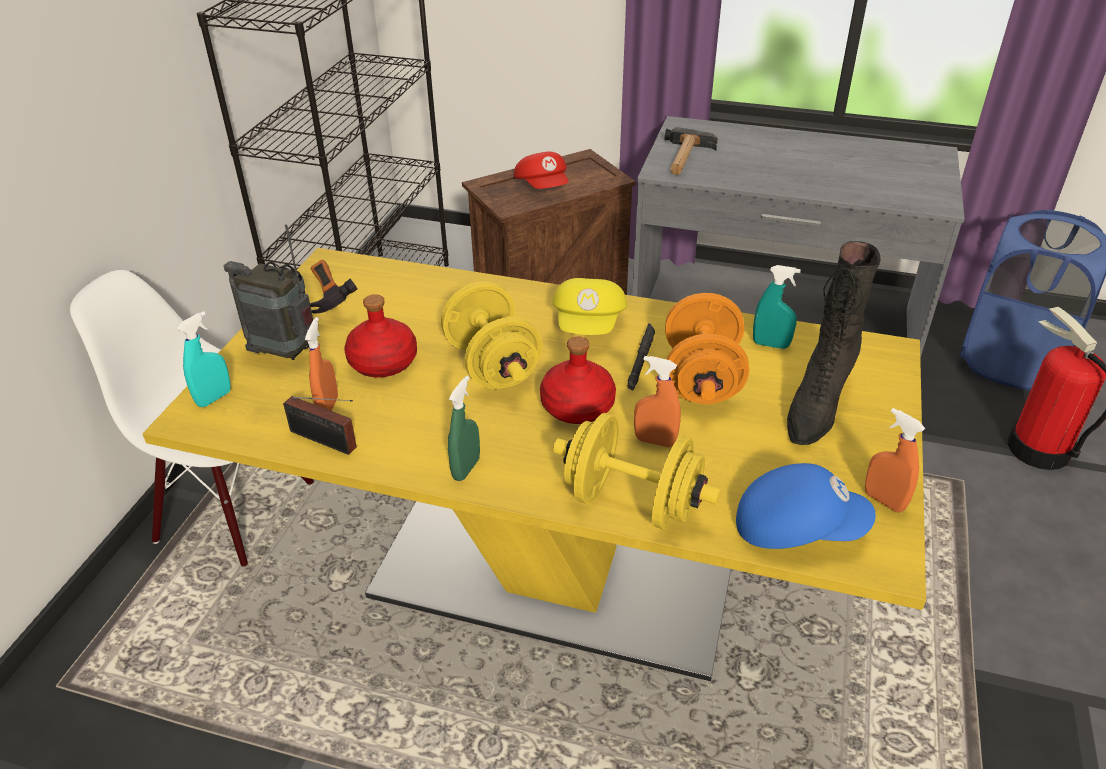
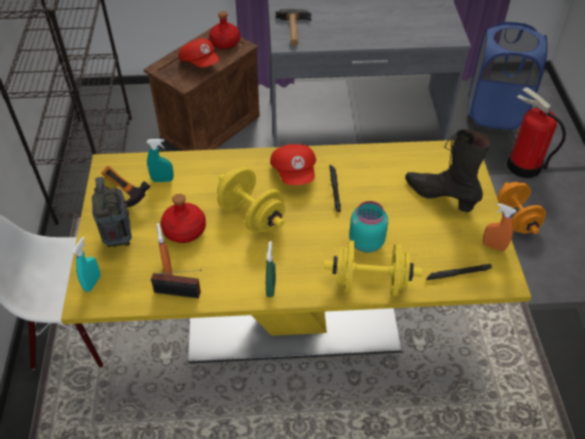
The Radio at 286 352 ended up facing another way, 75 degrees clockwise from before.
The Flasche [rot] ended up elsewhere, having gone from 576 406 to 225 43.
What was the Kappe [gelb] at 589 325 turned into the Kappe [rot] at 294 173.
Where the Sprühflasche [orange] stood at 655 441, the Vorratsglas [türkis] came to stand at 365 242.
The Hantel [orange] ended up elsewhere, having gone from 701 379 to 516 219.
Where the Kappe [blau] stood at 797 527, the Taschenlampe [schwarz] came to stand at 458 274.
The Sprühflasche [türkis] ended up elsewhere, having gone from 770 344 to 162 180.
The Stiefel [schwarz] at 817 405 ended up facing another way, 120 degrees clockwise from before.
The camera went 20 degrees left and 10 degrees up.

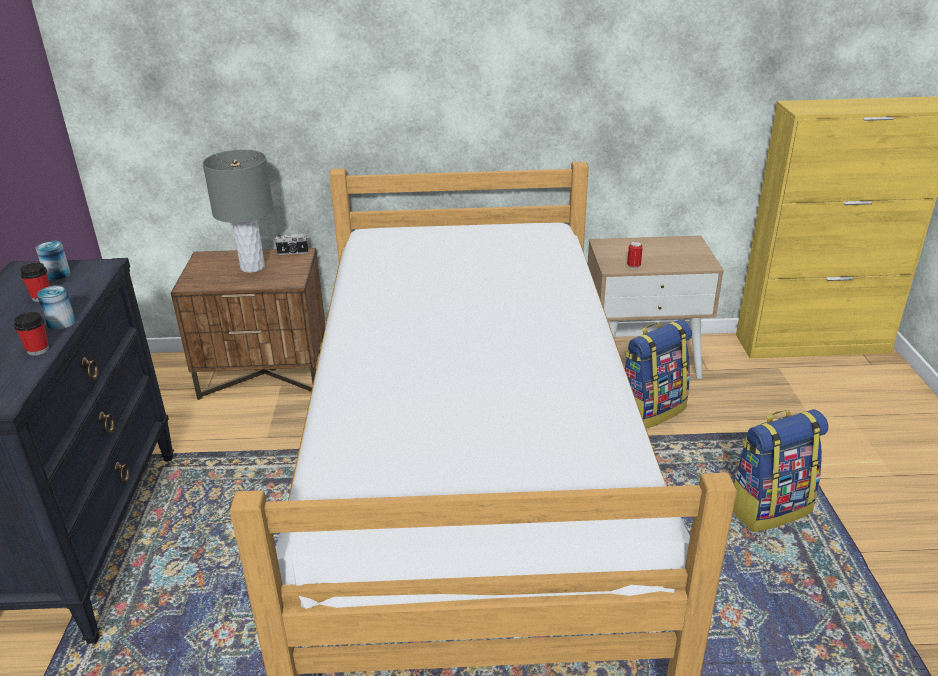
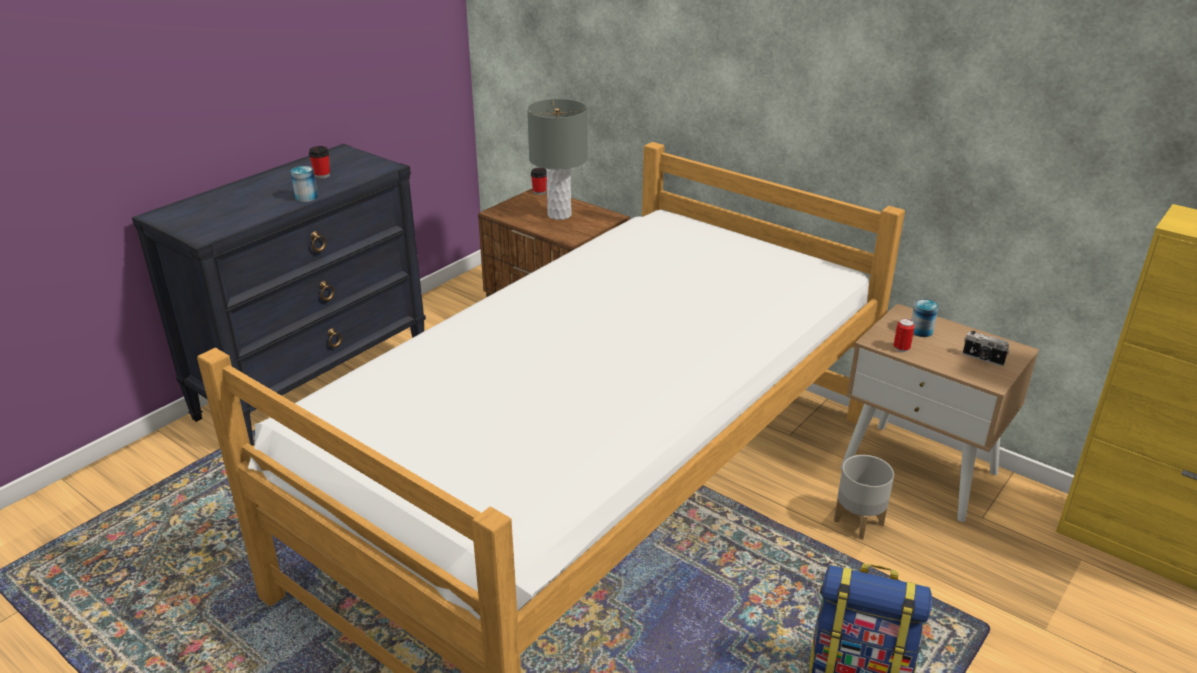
The Tasse ended up elsewhere, having gone from 38 350 to 539 192.
The Dose ended up elsewhere, having gone from 57 274 to 921 331.
The Kamera ended up elsewhere, having gone from 293 253 to 982 359.
Where the Rucksack stood at 650 410, the Pflanzkübel [grau] came to stand at 859 522.
The camera went 40 degrees right and 0 degrees up.

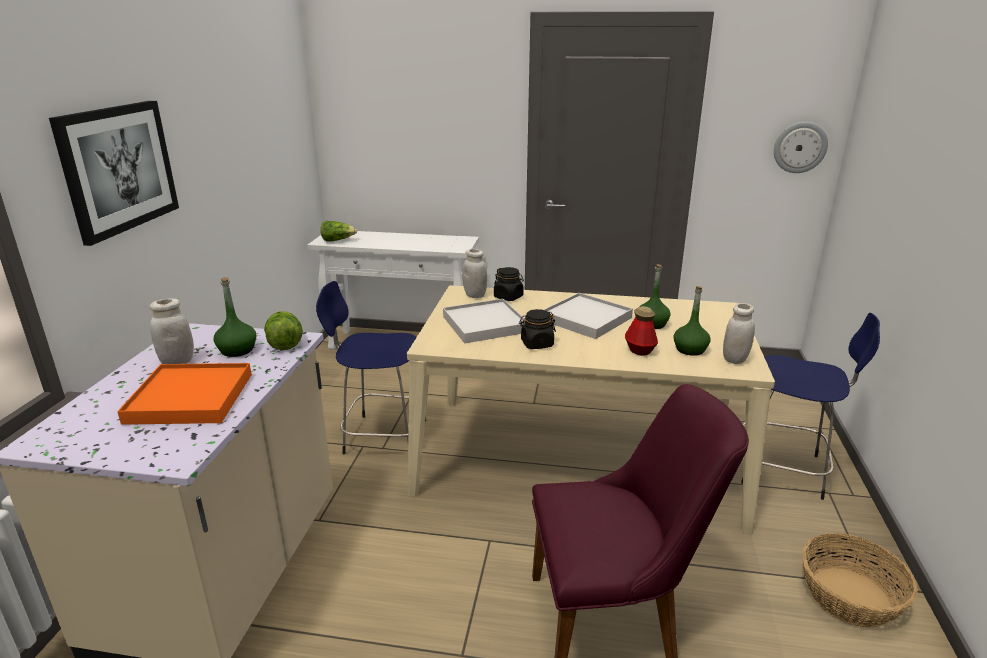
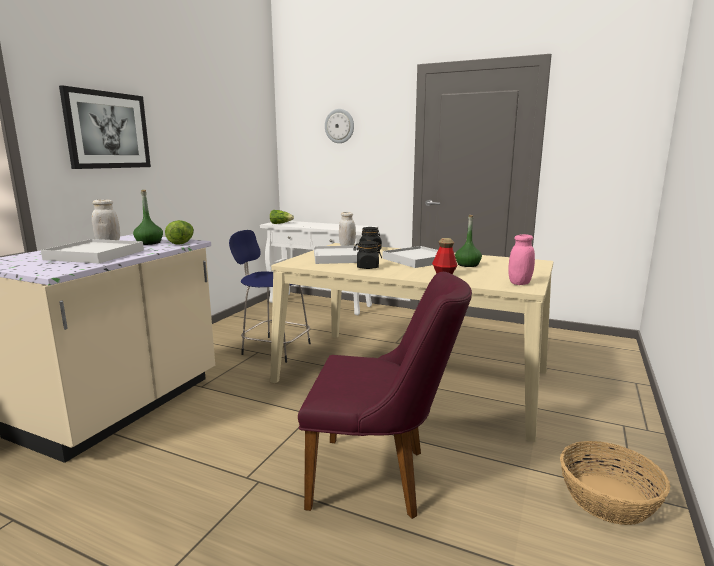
What was the Tablett [orange] at 190 398 turned into the Tablett [weiß] at 95 255.
The second view lost the Flasche [grün] at 690 349.
What was the Vorratsglas [weiß] at 735 359 turned into the Vorratsglas [rosa] at 519 283.
The second view lost the Hocker [blau] at 784 470.
The Wanduhr ended up elsewhere, having gone from 800 147 to 339 126.
The camera went 15 degrees right and 10 degrees down.

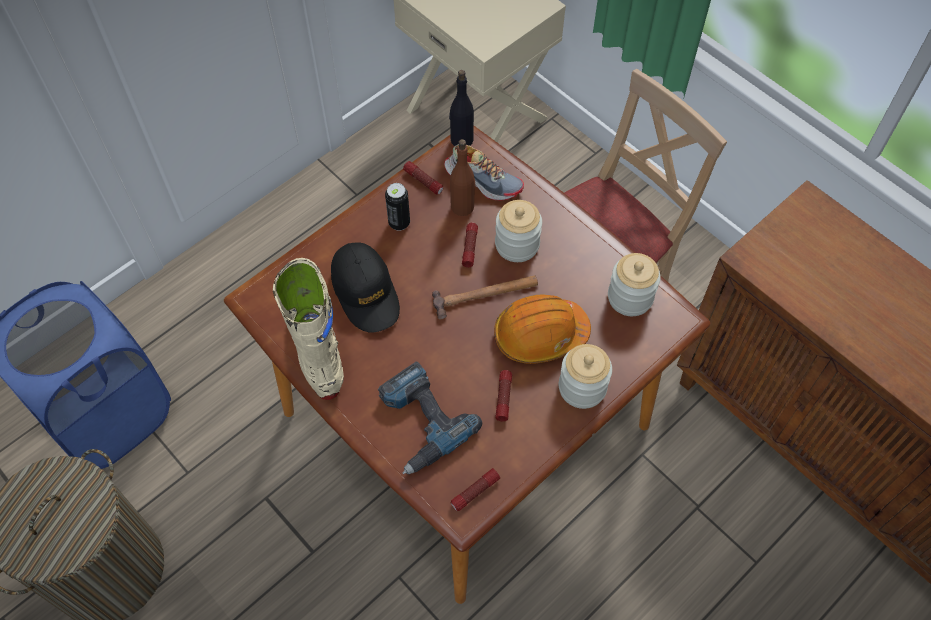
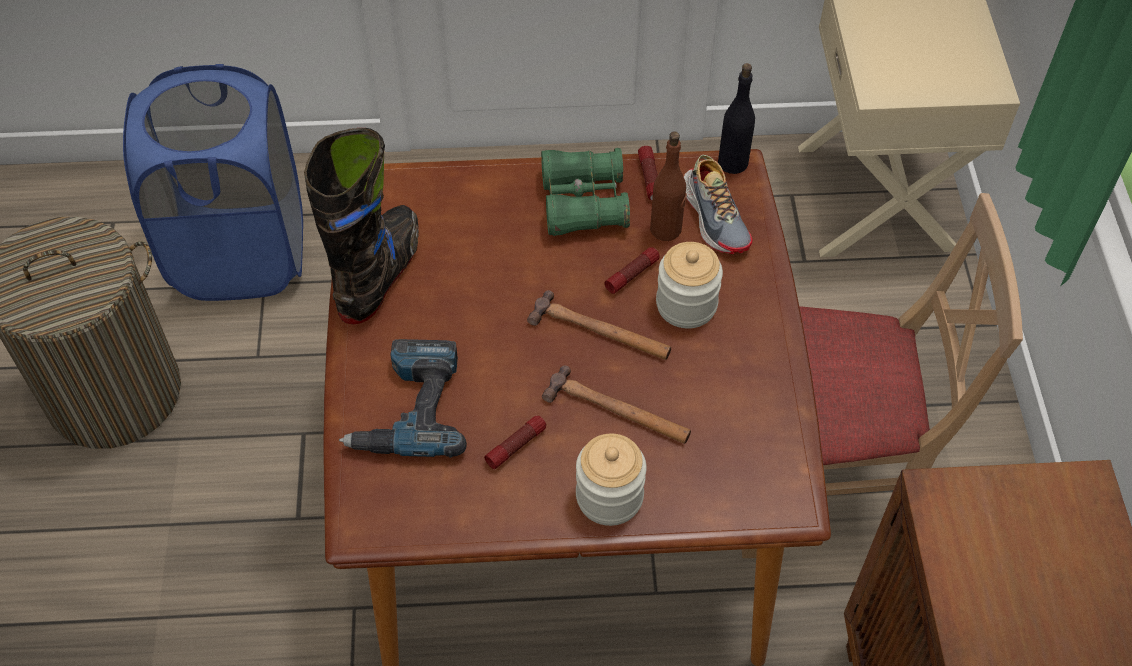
What was the Stiefel [beige] at 318 354 turned into the Stiefel [schwarz] at 379 274.
The second view lost the Kappe [schwarz] at 366 292.
Where the Dose stood at 399 223, the Fernglas [grün] came to stand at 583 203.
The second view lost the Taschenlampe at 475 492.
Where the Schutzhelm [orange] stood at 540 335, the Hammer came to stand at 617 412.
The second view lost the Vorratsglas at 630 297.
The camera went 40 degrees right and 5 degrees down.

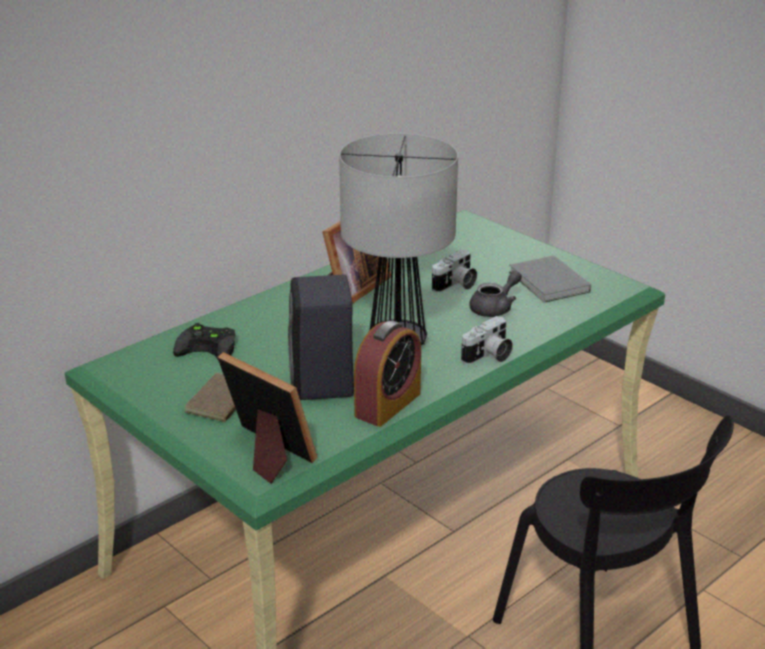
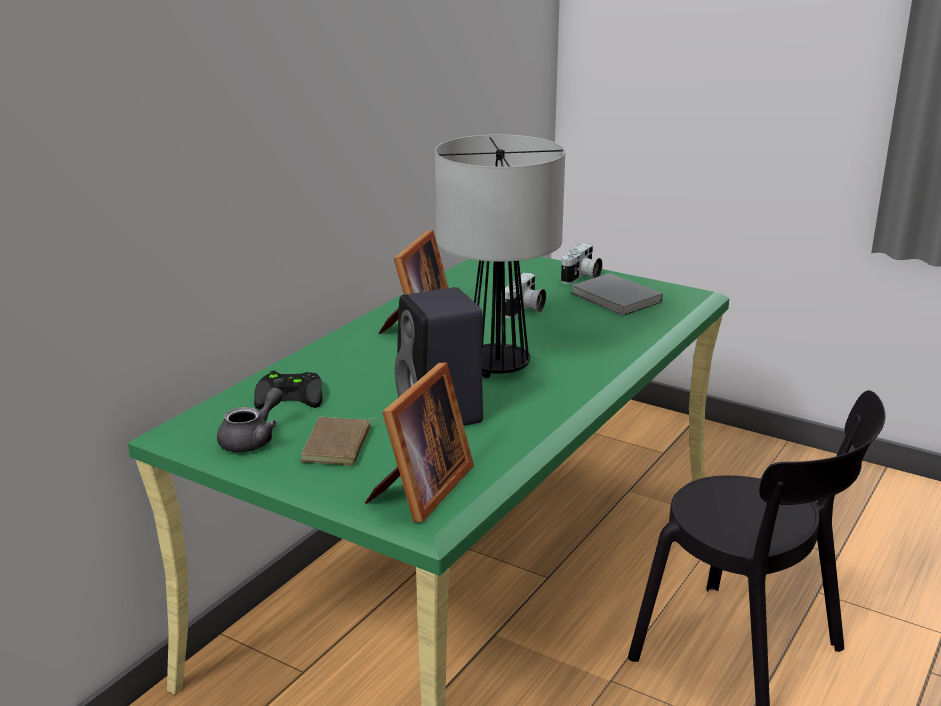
The Bilderrahmen at 267 454 ended up facing another way, 90 degrees clockwise from before.
The second view lost the Wecker at 388 404.
The Kamera ended up elsewhere, having gone from 488 356 to 582 277.
The Teekanne [grau] ended up elsewhere, having gone from 495 308 to 253 440.
The camera went 15 degrees left and 5 degrees down.

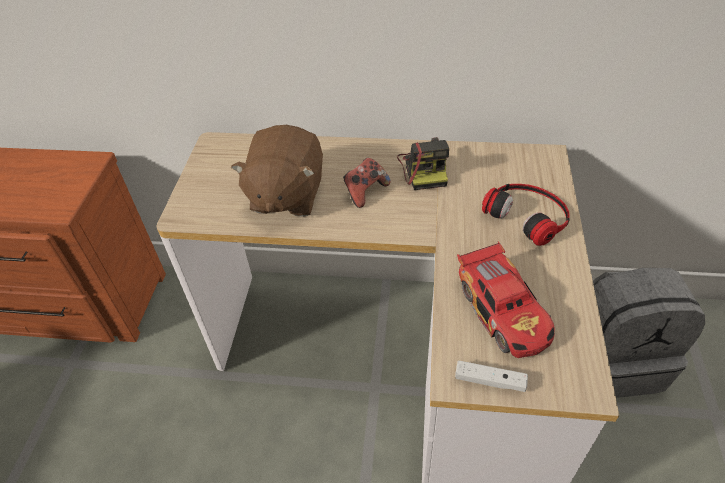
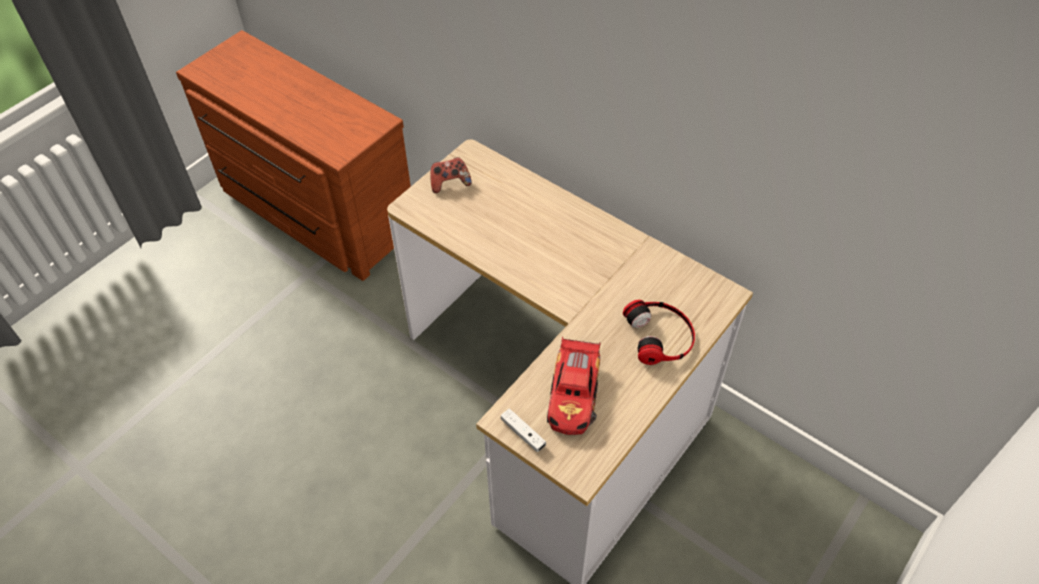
The second view lost the Plüschtier [braun] at 286 195.
The Gamepad ended up elsewhere, having gone from 365 192 to 450 183.
The second view lost the Kamera at 424 169.
The second view lost the Rucksack [grau] at 614 361.
The camera went 30 degrees right and 5 degrees up.

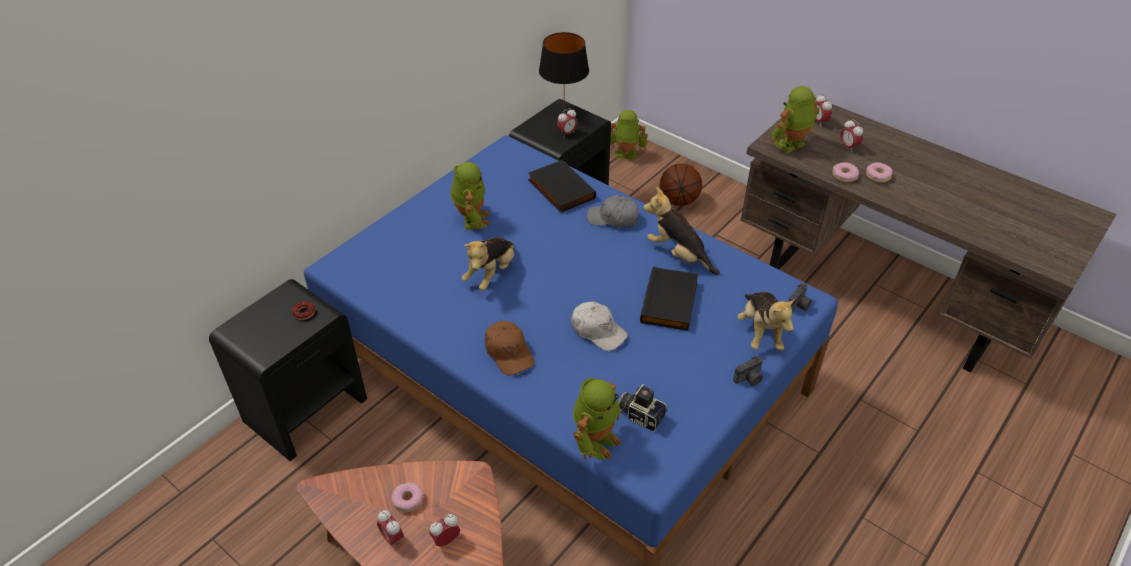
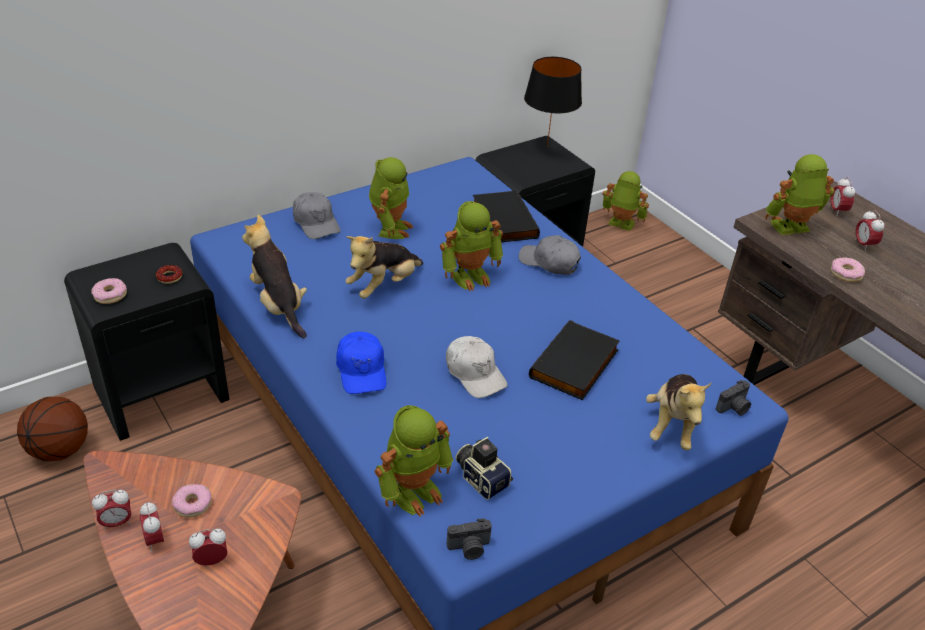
What was the Kappe [braun] at 509 352 turned into the Kappe [blau] at 362 370.
The Wecker ended up elsewhere, having gone from 567 133 to 117 523.
The Plüschtier ended up elsewhere, having gone from 678 255 to 278 305.
The Basketball ended up elsewhere, having gone from 678 200 to 60 449.
The Kamera ended up elsewhere, having gone from 749 379 to 469 548.
The Donut ended up elsewhere, having gone from 878 176 to 110 295.
The second view gained the Kappe [grau] at 316 223.
The second view gained the Spielzeugroboter at 470 276.
The camera went 15 degrees right and 5 degrees down.

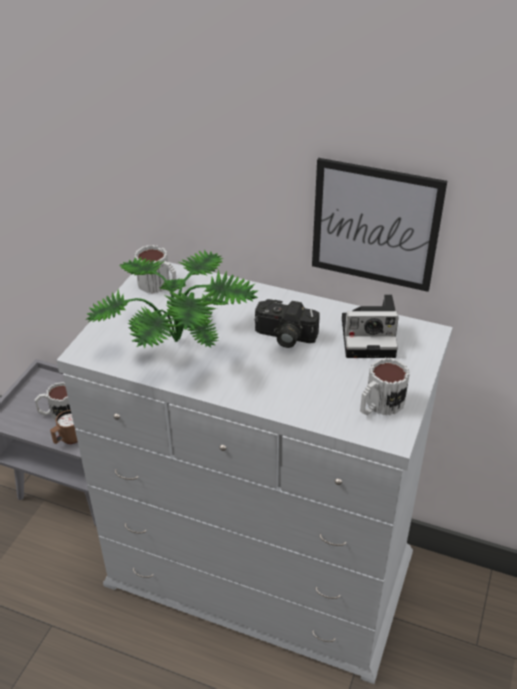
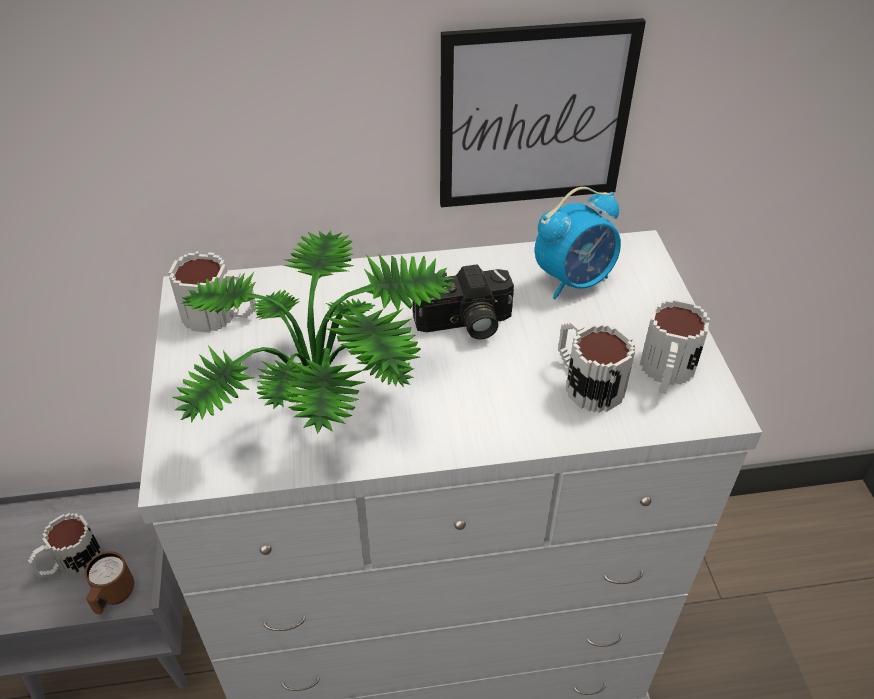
Where the Kamera stood at 370 337, the Wecker came to stand at 574 280.
The second view gained the Henkelbecher at 585 382.
The camera went 30 degrees left and 5 degrees up.

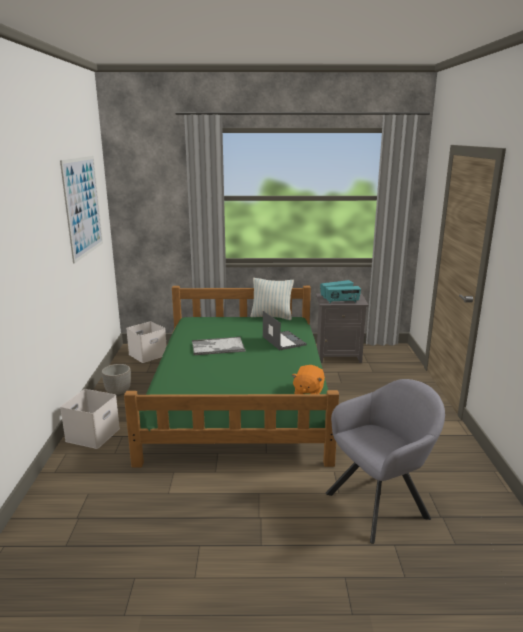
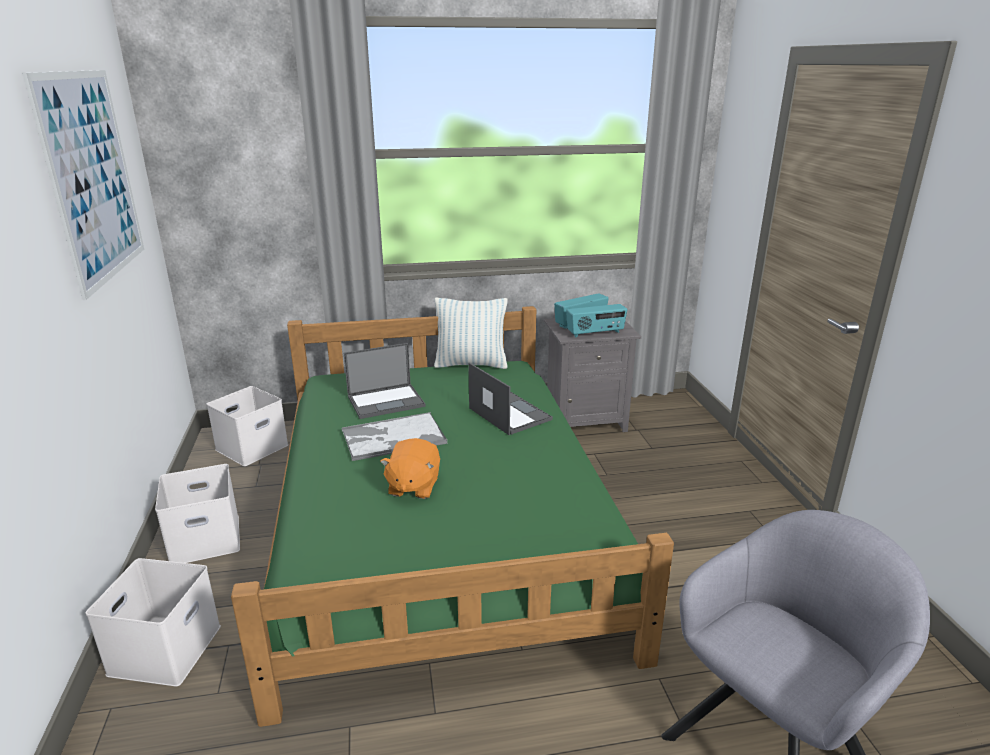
Where the Pflanzkübel stood at 118 392, the Aufbewahrungsbox [weiß] came to stand at 207 538.
The Plüschtier [orange] ended up elsewhere, having gone from 308 392 to 413 486.
The second view gained the Laptop at 387 401.
The camera went 10 degrees left and 5 degrees up.

